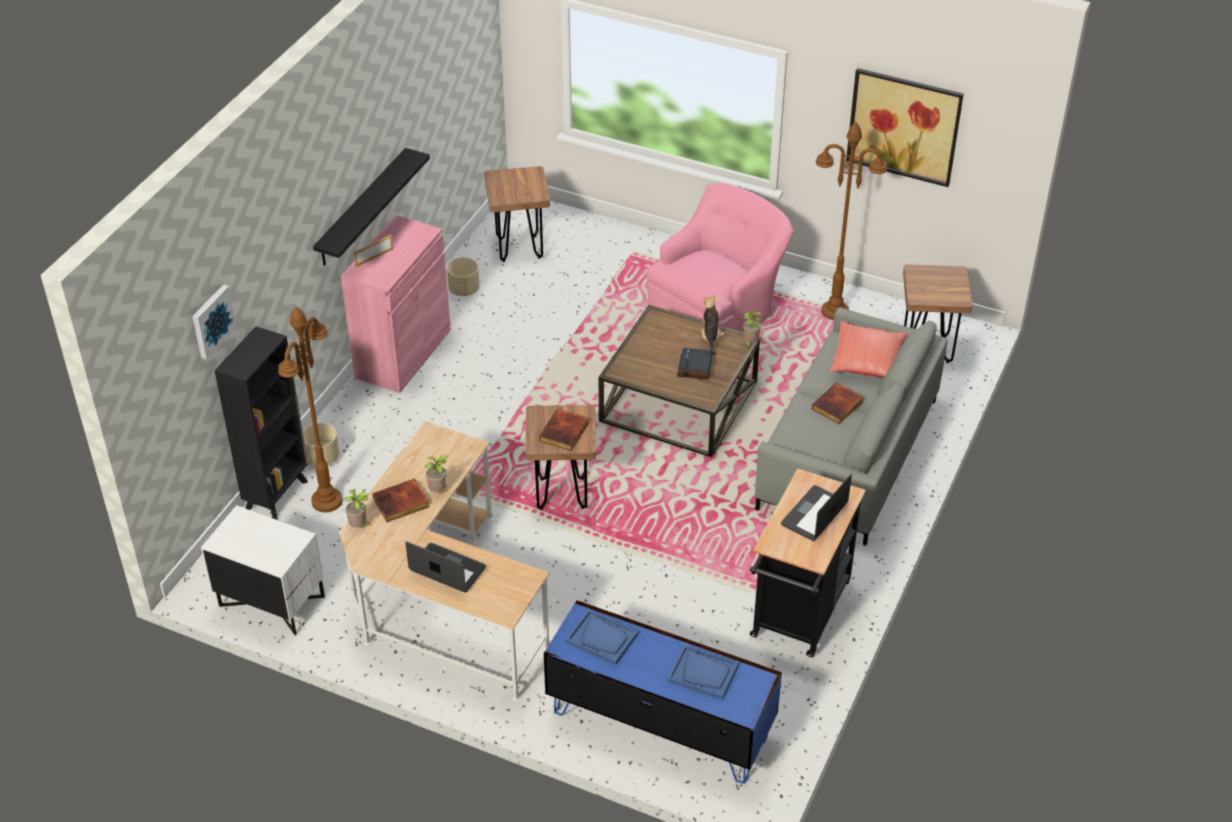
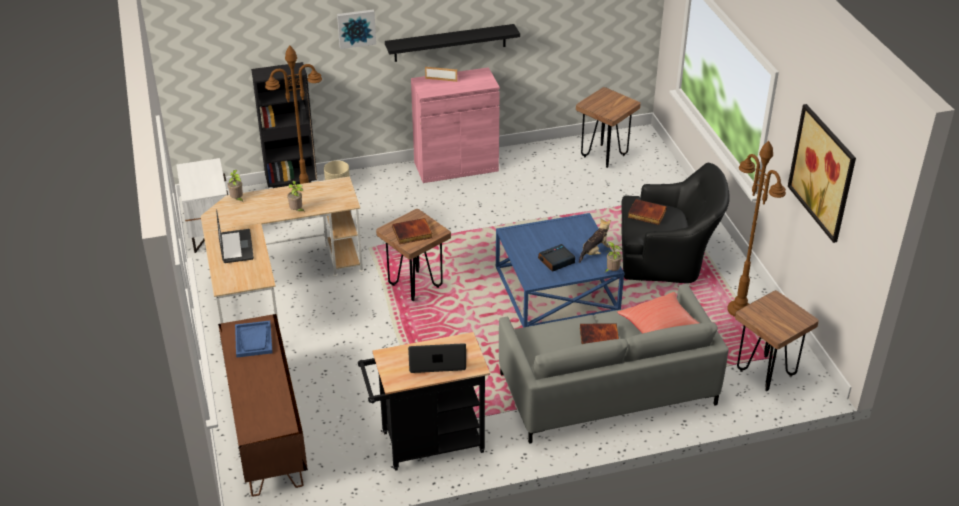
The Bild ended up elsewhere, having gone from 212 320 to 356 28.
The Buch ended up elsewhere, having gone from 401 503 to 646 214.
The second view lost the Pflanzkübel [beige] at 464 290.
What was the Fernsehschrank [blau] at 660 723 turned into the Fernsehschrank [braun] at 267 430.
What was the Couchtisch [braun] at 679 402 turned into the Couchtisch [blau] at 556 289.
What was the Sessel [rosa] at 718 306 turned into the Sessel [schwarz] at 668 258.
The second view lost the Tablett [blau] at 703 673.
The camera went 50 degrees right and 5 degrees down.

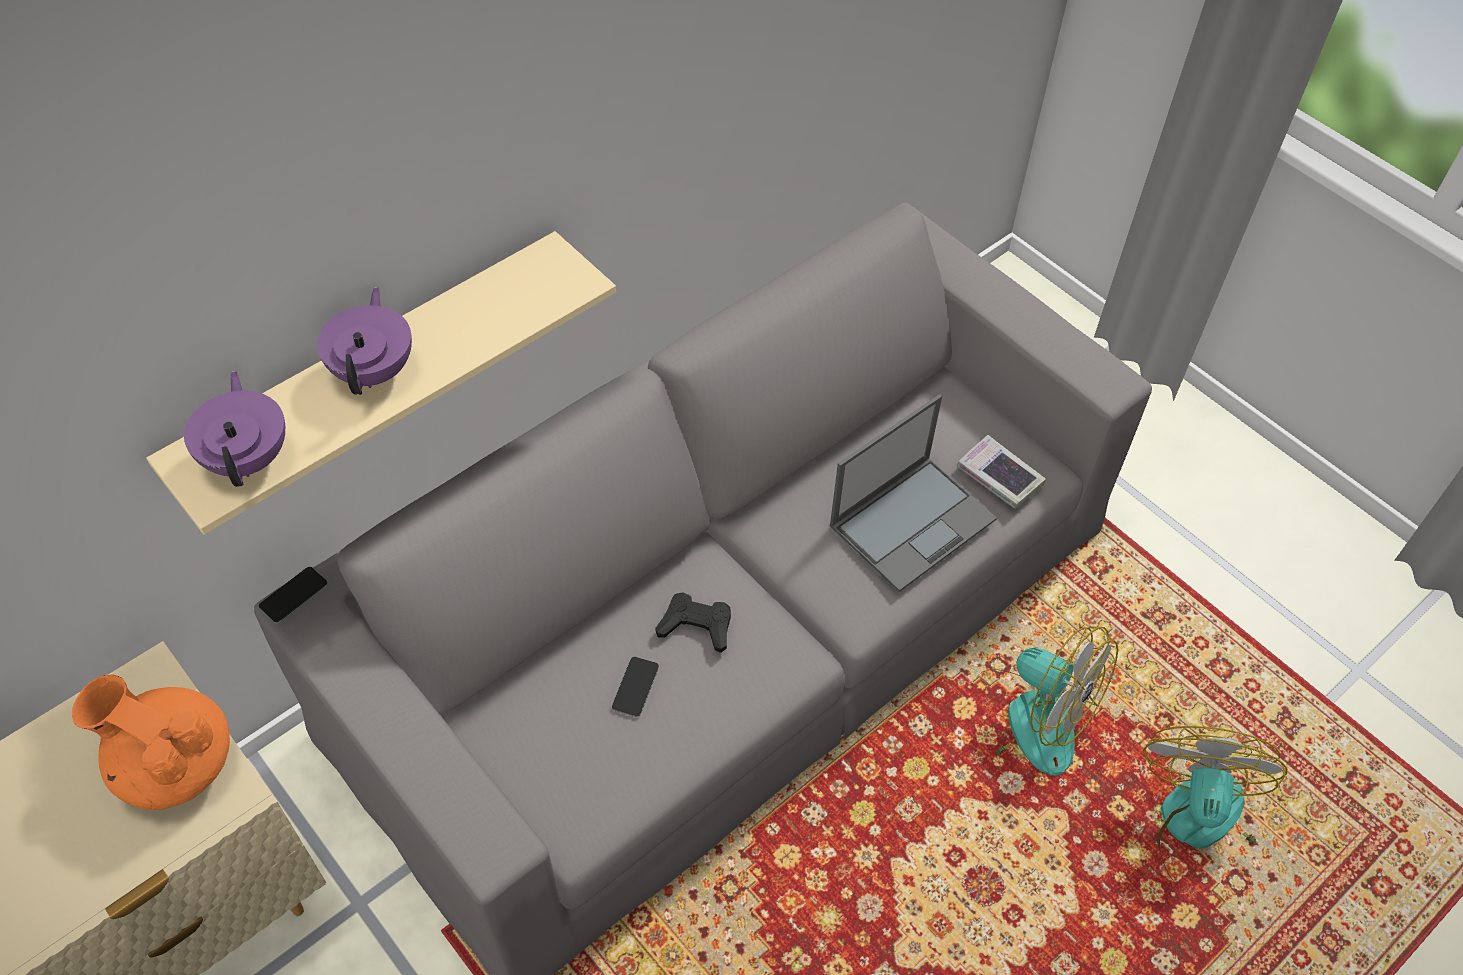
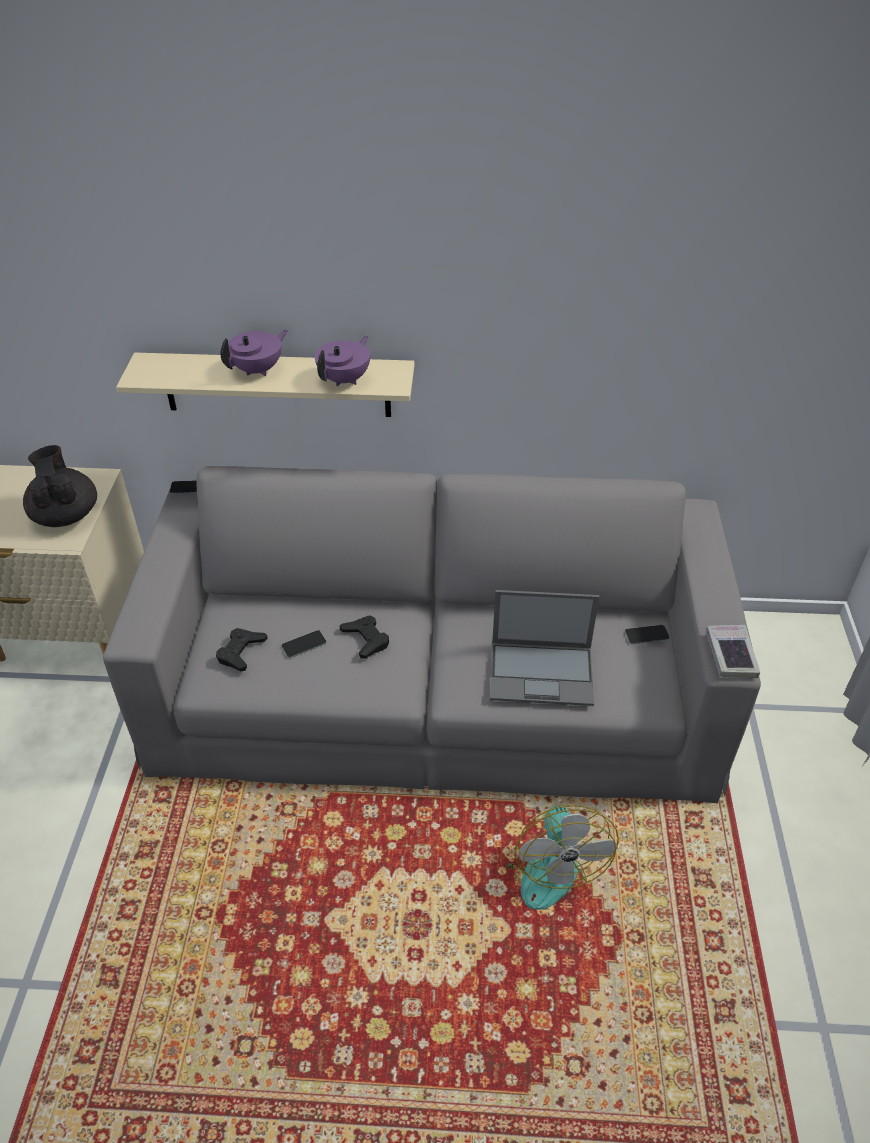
What was the Teekanne [orange] at 175 764 turned into the Teekanne [schwarz] at 66 515.
The Teekanne [lila] ended up elsewhere, having gone from 248 457 to 345 379.
The Buch ended up elsewhere, having gone from 999 477 to 730 655.
The second view lost the Ventilator at 1201 831.
The second view gained the Gamepad [schwarz] at 241 652.
The second view gained the Handy at 647 635.
The camera went 45 degrees right and 10 degrees down.

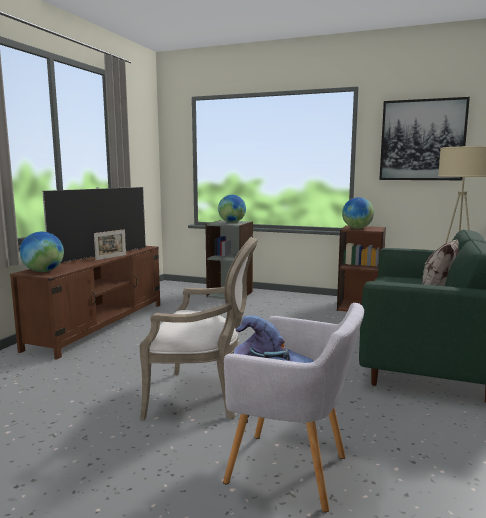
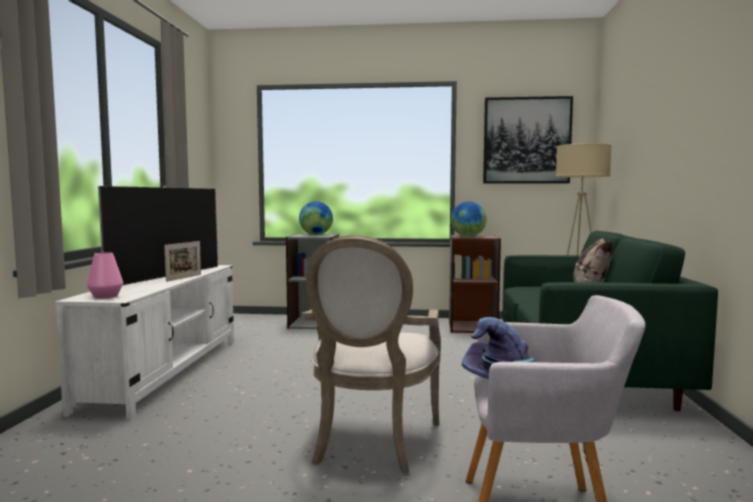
What was the Fernsehschrank [braun] at 100 325 turned into the Fernsehschrank [weiß] at 166 371.
Where the Globus stood at 43 271, the Vase [rosa] came to stand at 106 296.
The Sessel at 203 398 ended up facing another way, 105 degrees clockwise from before.
The camera went 15 degrees left and 5 degrees down.

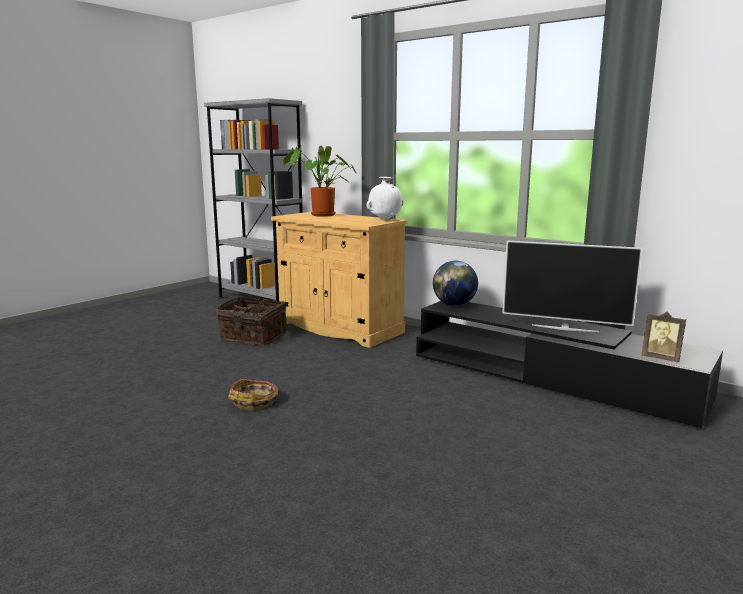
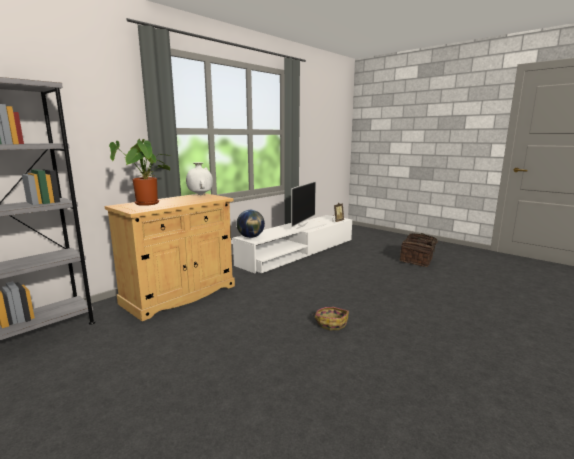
The Korb ended up elsewhere, having gone from 253 337 to 417 260.
What was the Fernsehschrank [schwarz] at 549 378 turned into the Fernsehschrank [weiß] at 298 252.
The camera went 85 degrees left and 0 degrees up.

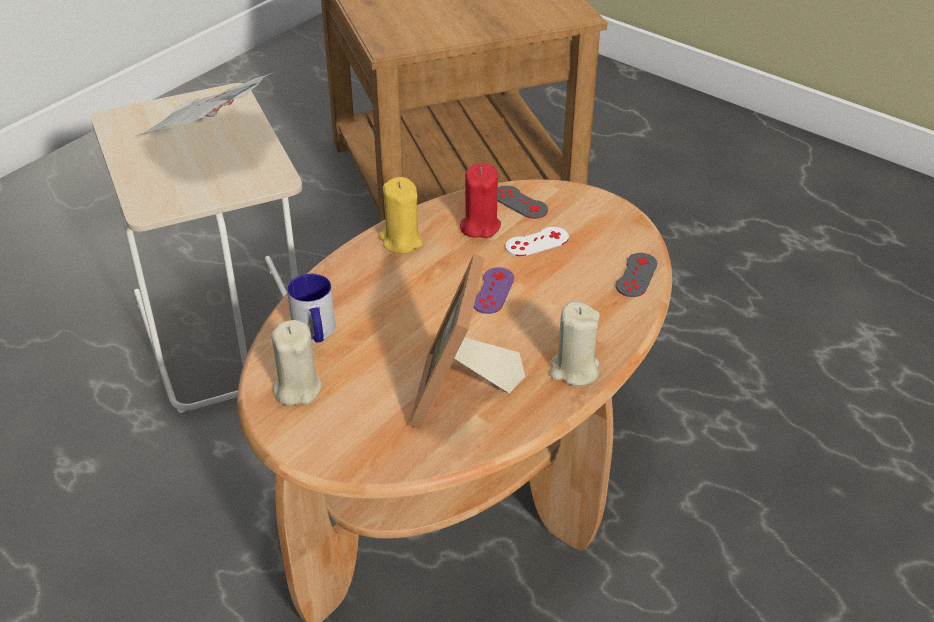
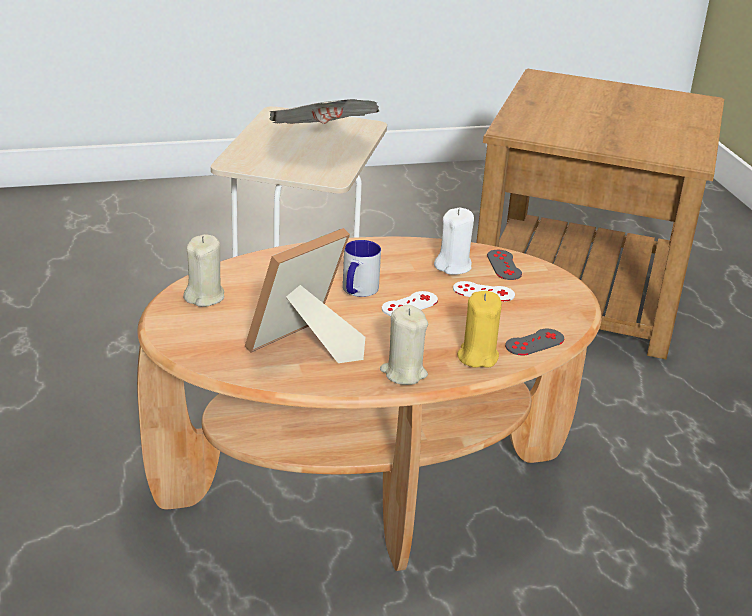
The Henkelbecher ended up elsewhere, having gone from 315 333 to 357 291.
The Kerze [gelb] ended up elsewhere, having gone from 401 241 to 477 356.
What was the Kerze [rot] at 480 226 turned into the Kerze [weiß] at 453 266.
What was the Gamepad [lila] at 493 291 turned into the Gamepad [weiß] at 409 304.
The camera went 35 degrees right and 10 degrees down.

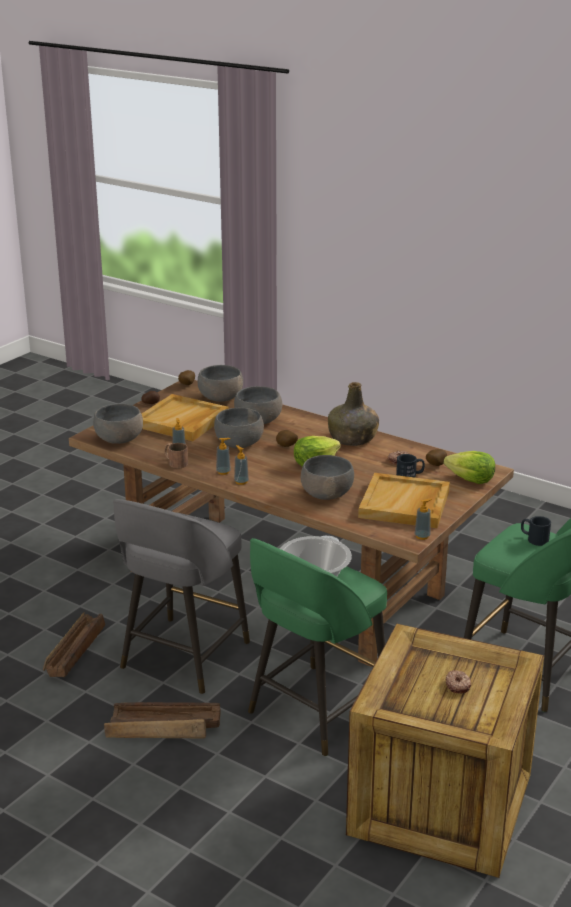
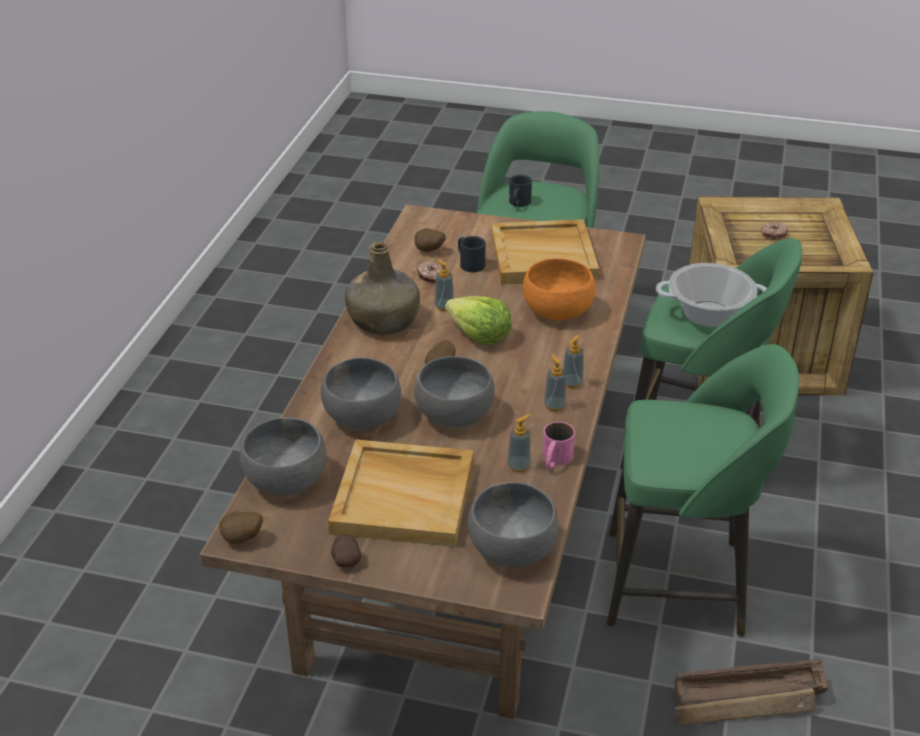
The second view lost the Kiste at 164 728.
What was the Hocker [grau] at 183 657 turned into the Hocker [grün] at 680 583.
What was the Henkelbecher [braun] at 175 462 turned into the Henkelbecher [rosa] at 555 460.
What was the Schüssel [grau] at 326 494 turned into the Schüssel [orange] at 558 311.
The Seifenspender ended up elsewhere, having gone from 422 536 to 444 306.
The second view lost the Salatkopf at 470 479.
The camera went 110 degrees left and 10 degrees up.

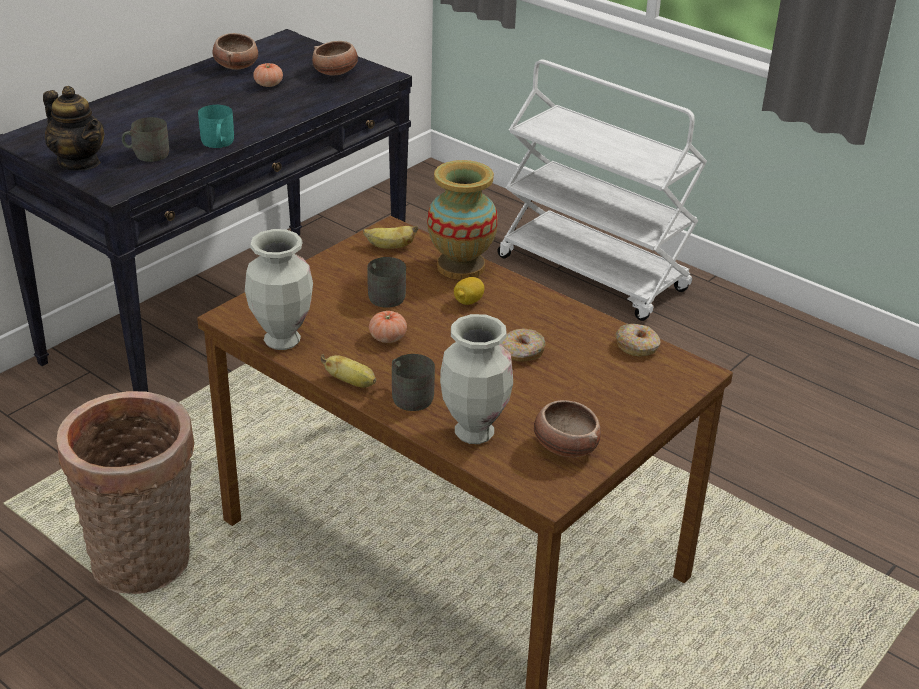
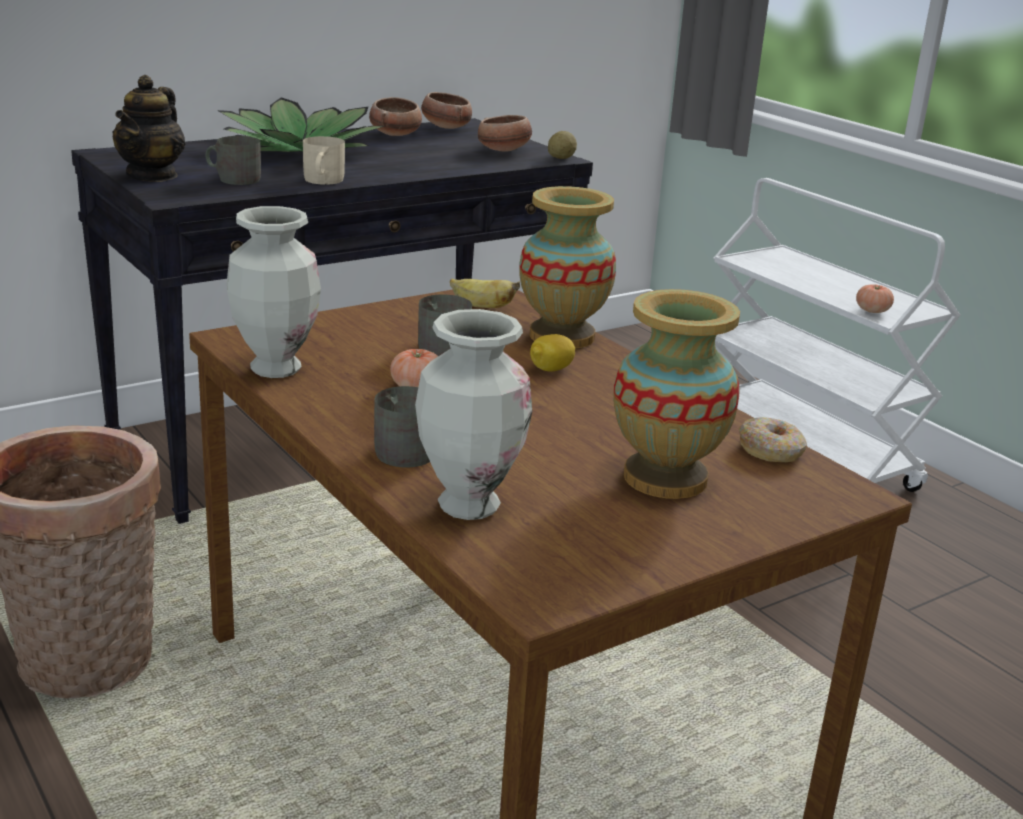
The Teekanne at 79 162 ended up facing another way, 45 degrees clockwise from before.
What was the Henkelbecher [türkis] at 217 143 turned into the Henkelbecher [beige] at 322 181.
The Tomate ended up elsewhere, having gone from 268 84 to 872 310.
The second view lost the Banane at 351 383.
The second view lost the Donut at 522 352.
The Schüssel ended up elsewhere, having gone from 564 446 to 445 127.
The second view gained the Topfpflanze at 301 149.
The second view gained the Kartoffel at 561 158.
The second view gained the Vase at 665 479.
The camera went 15 degrees right and 10 degrees down.

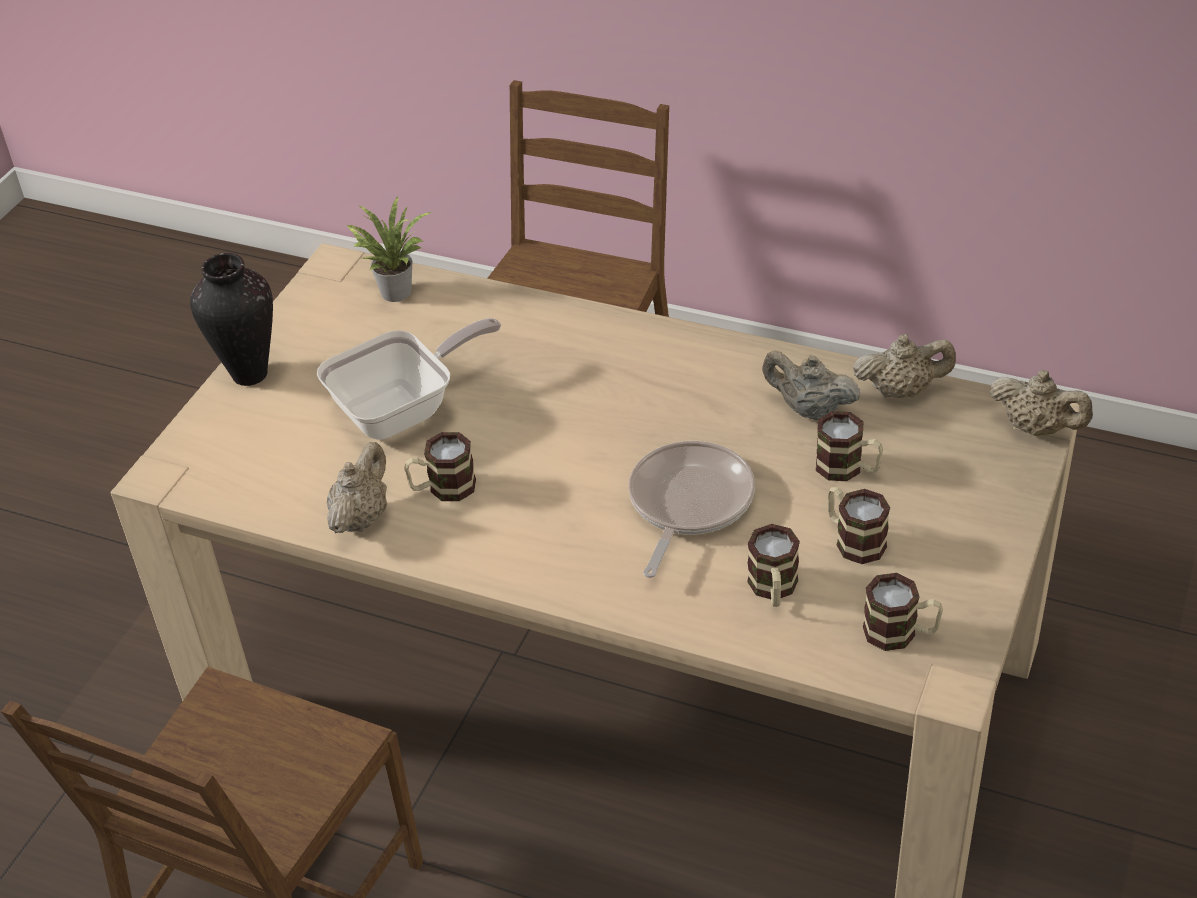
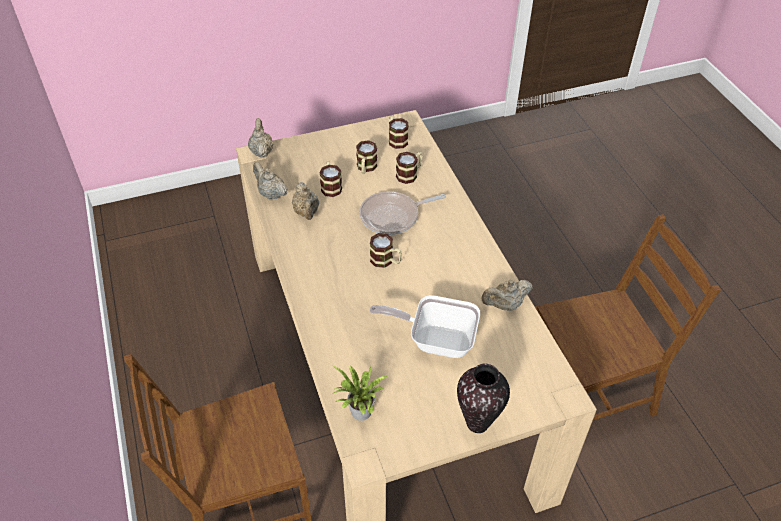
The Henkelbecher ended up elsewhere, having gone from 443 488 to 386 261.
The camera went 135 degrees left and 5 degrees up.

